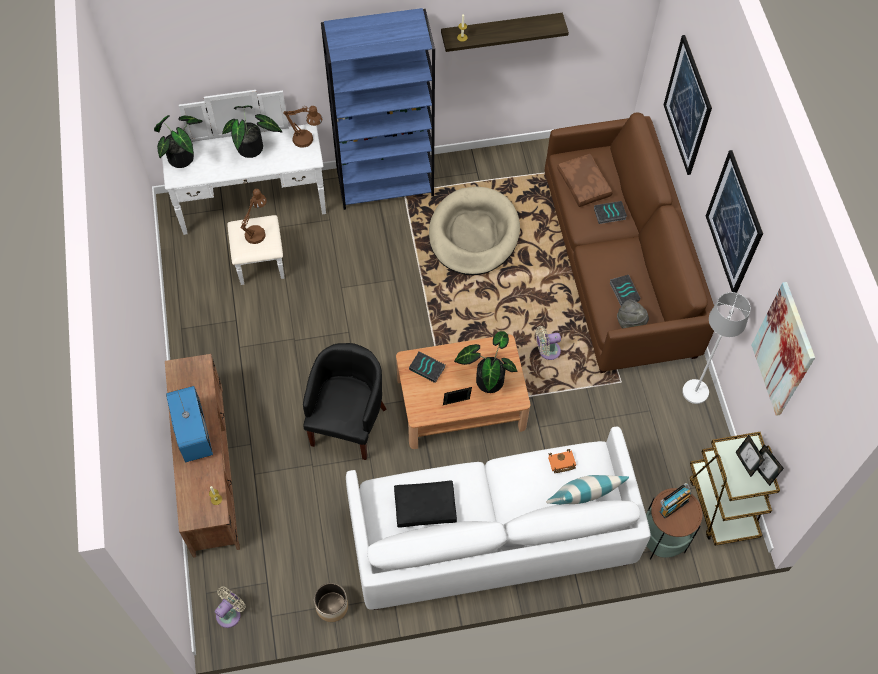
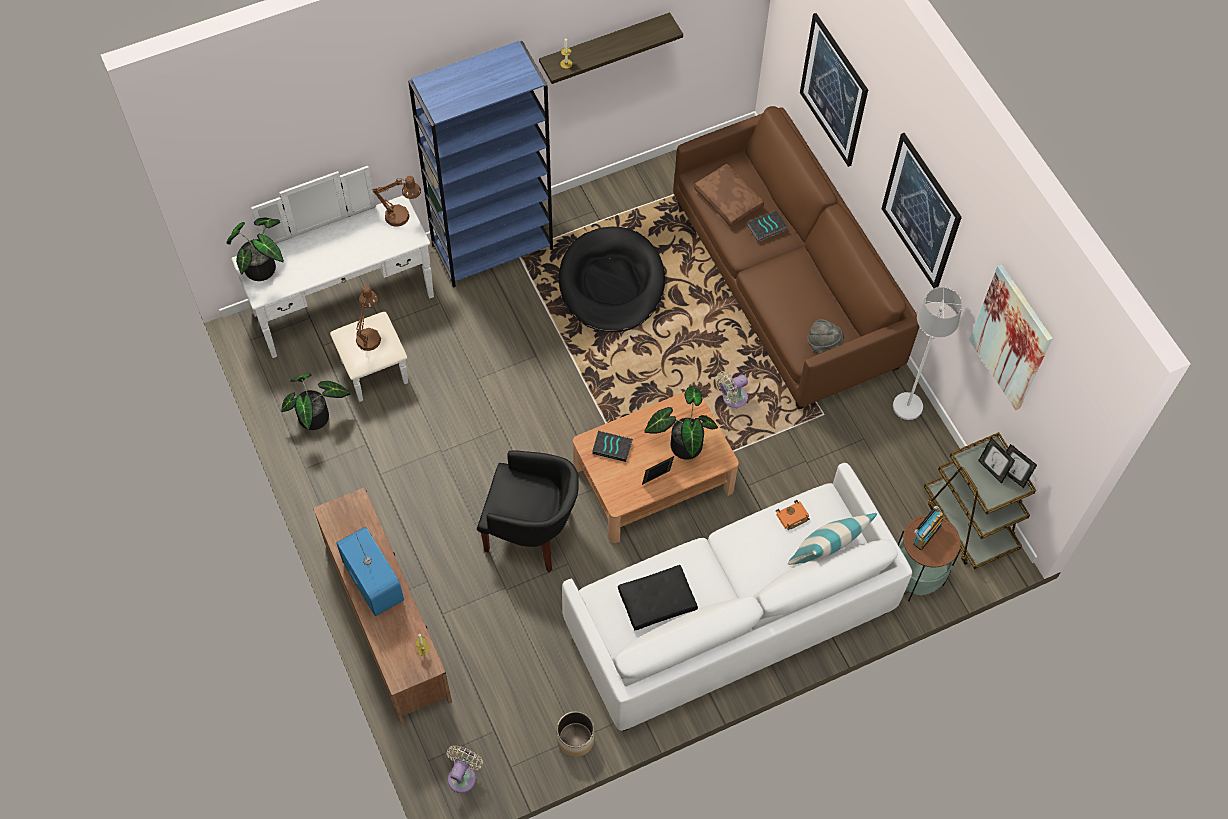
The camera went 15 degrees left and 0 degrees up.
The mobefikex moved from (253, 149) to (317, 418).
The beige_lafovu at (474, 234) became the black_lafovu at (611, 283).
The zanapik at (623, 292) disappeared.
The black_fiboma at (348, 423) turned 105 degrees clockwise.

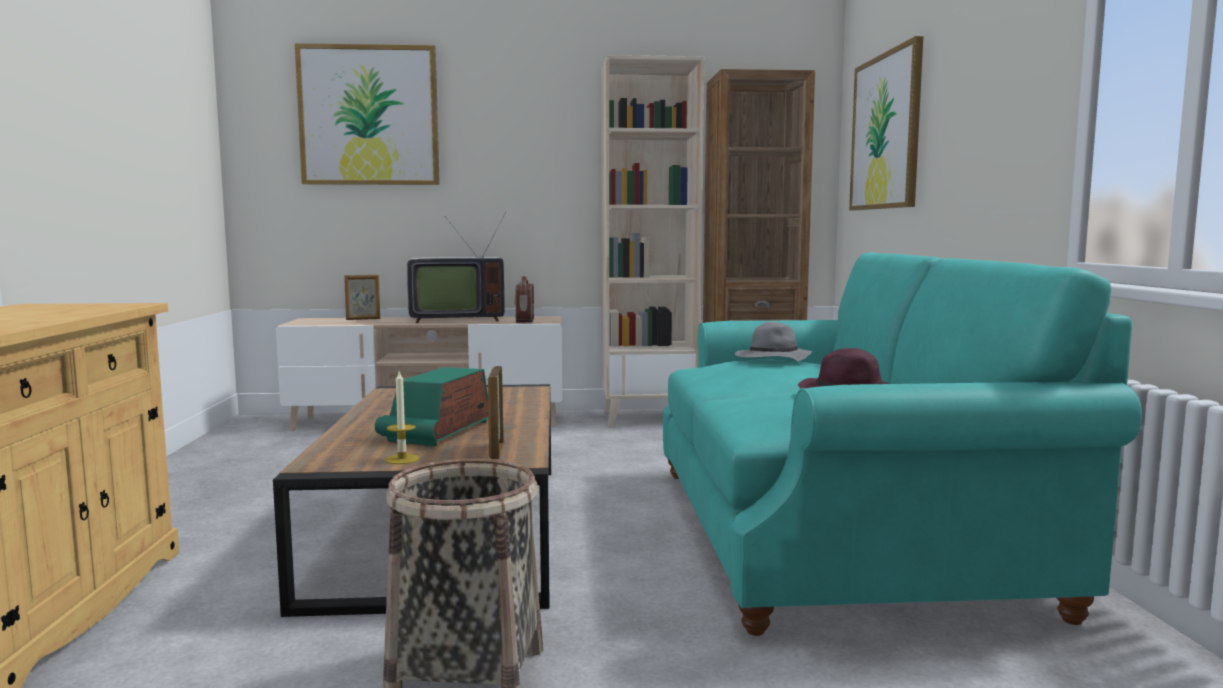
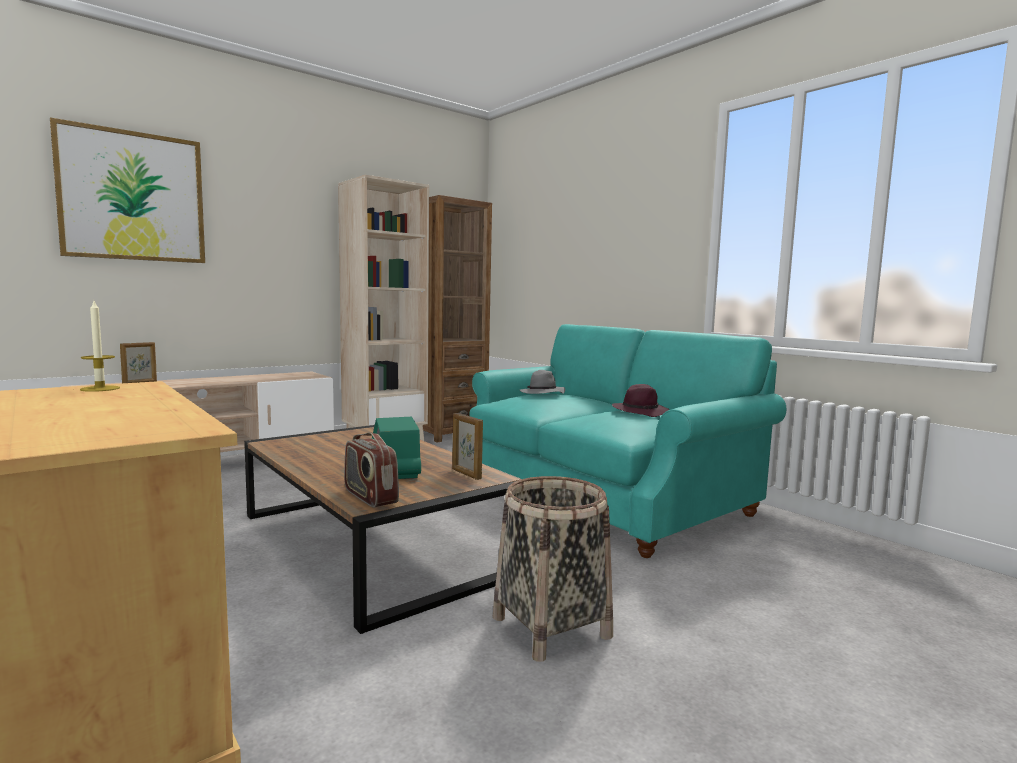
The camera went 35 degrees left and 0 degrees up.
The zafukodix at (886, 132) disappeared.
The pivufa at (455, 319) disappeared.
The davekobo moved from (524, 320) to (370, 497).
The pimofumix moved from (402, 459) to (100, 389).

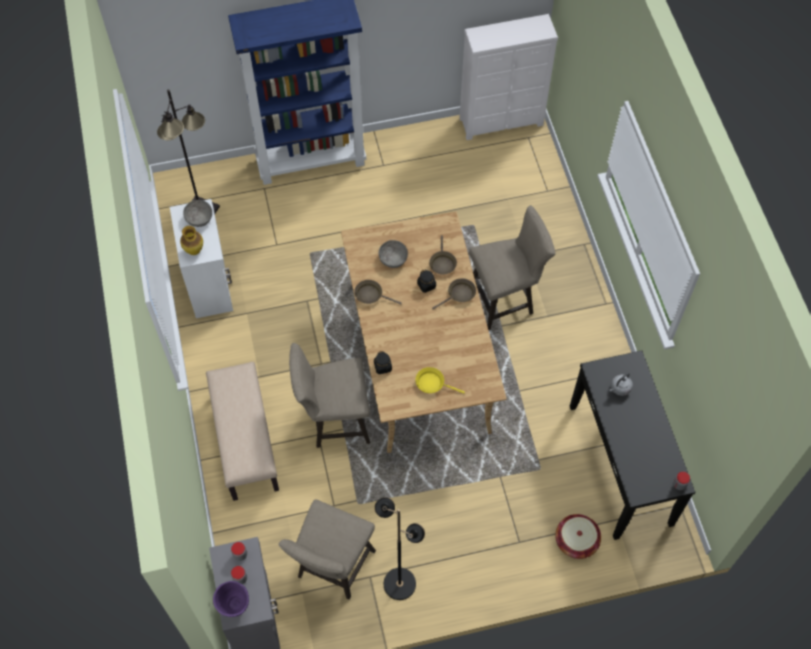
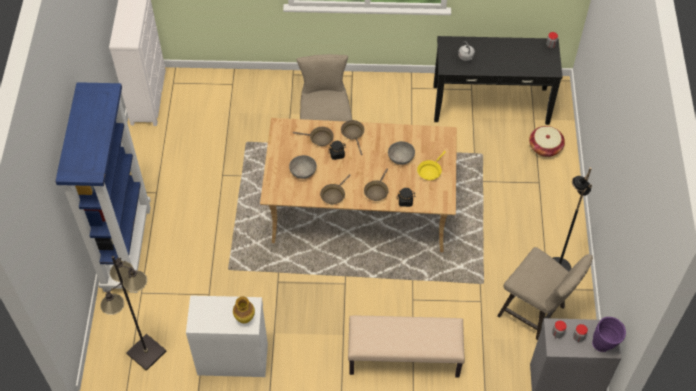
The camera went 75 degrees left and 5 degrees down.
The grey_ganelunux moved from (199, 218) to (401, 157).
The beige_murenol at (334, 420) disappeared.
The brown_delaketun at (376, 191) appeared.

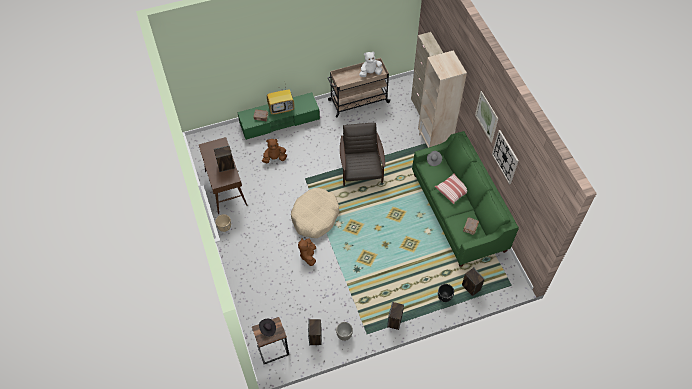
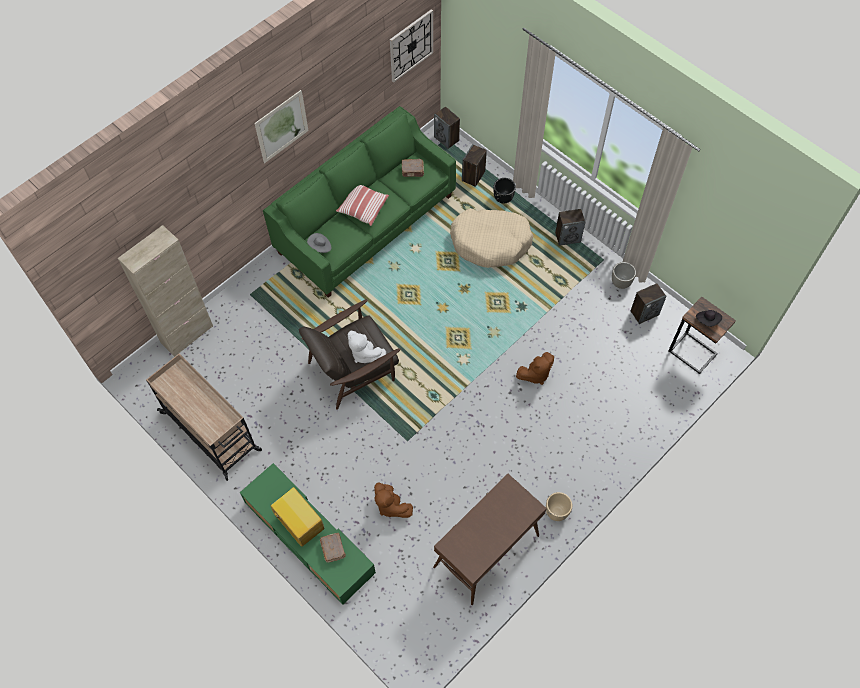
The camera went 115 degrees left and 5 degrees up.
The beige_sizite at (434, 141) disappeared.
The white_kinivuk moved from (370, 73) to (364, 354).
The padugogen moved from (505, 157) to (411, 45).
The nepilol moved from (226, 166) to (446, 139).
The beige_lafovu moved from (315, 217) to (490, 242).

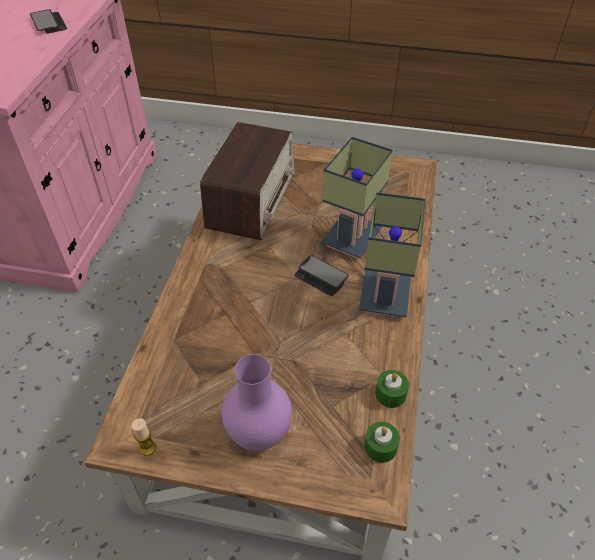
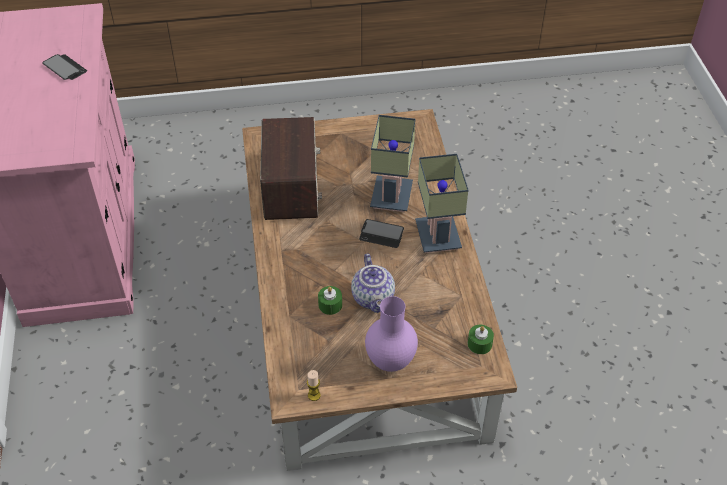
The camera went 20 degrees left and 0 degrees up.
The green_pimofumix moved from (390, 394) to (330, 305).
The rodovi at (374, 298) appeared.

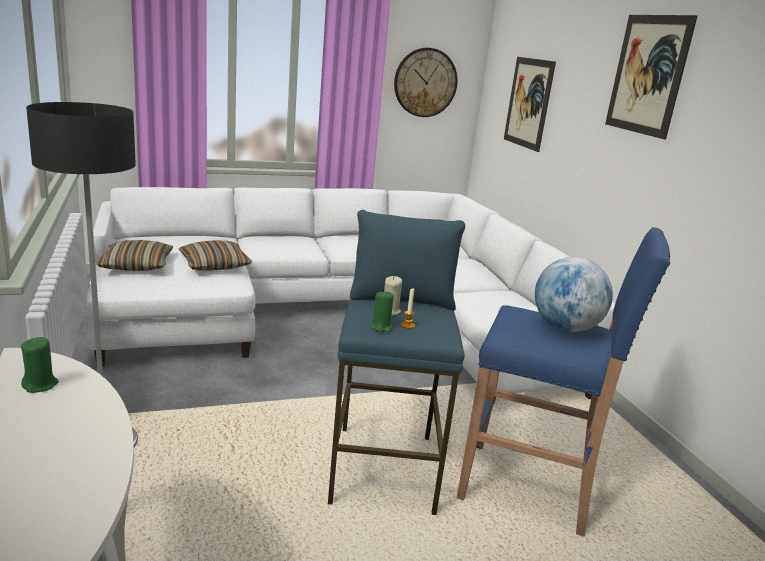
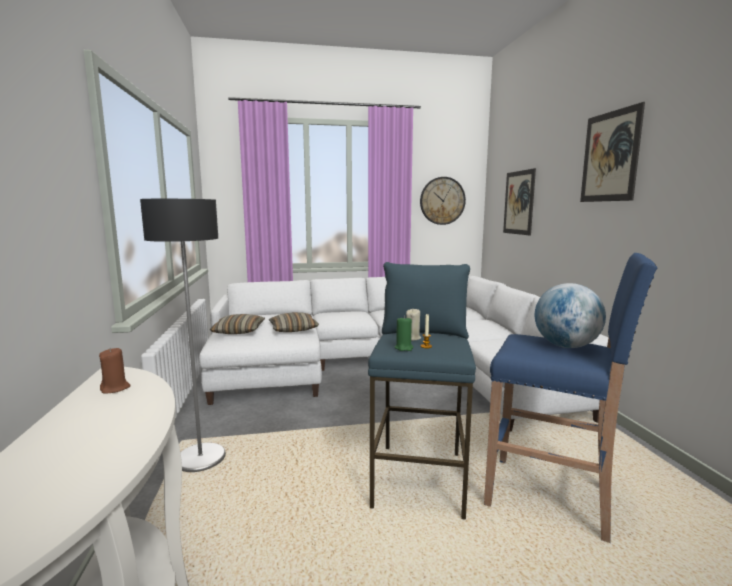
The camera went 10 degrees right and 10 degrees down.
The green_pimofumix at (40, 385) became the brown_pimofumix at (115, 388).

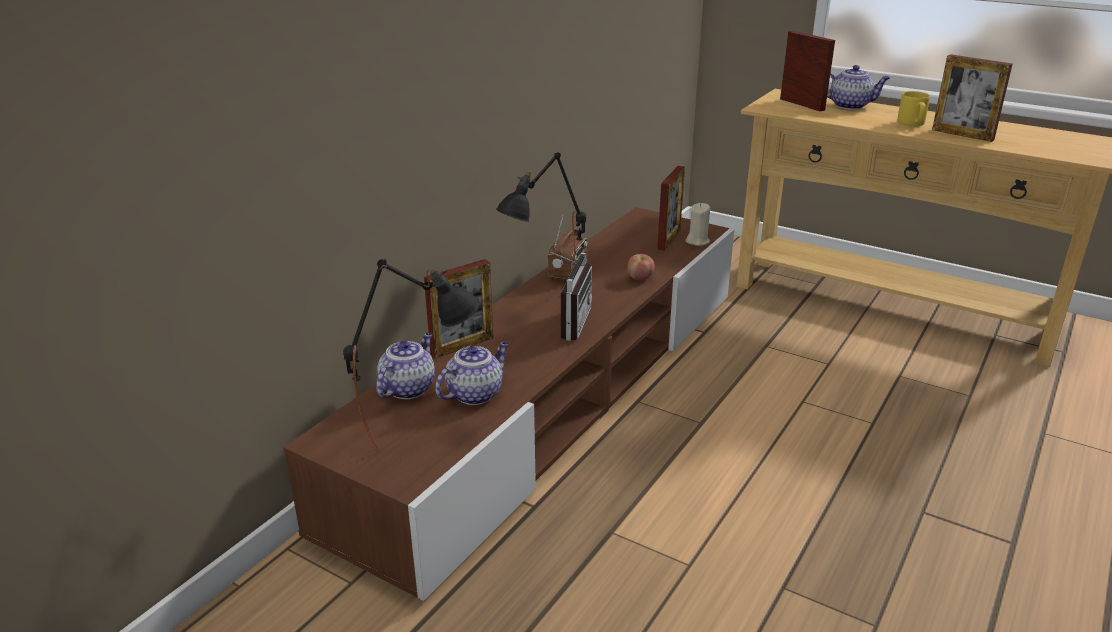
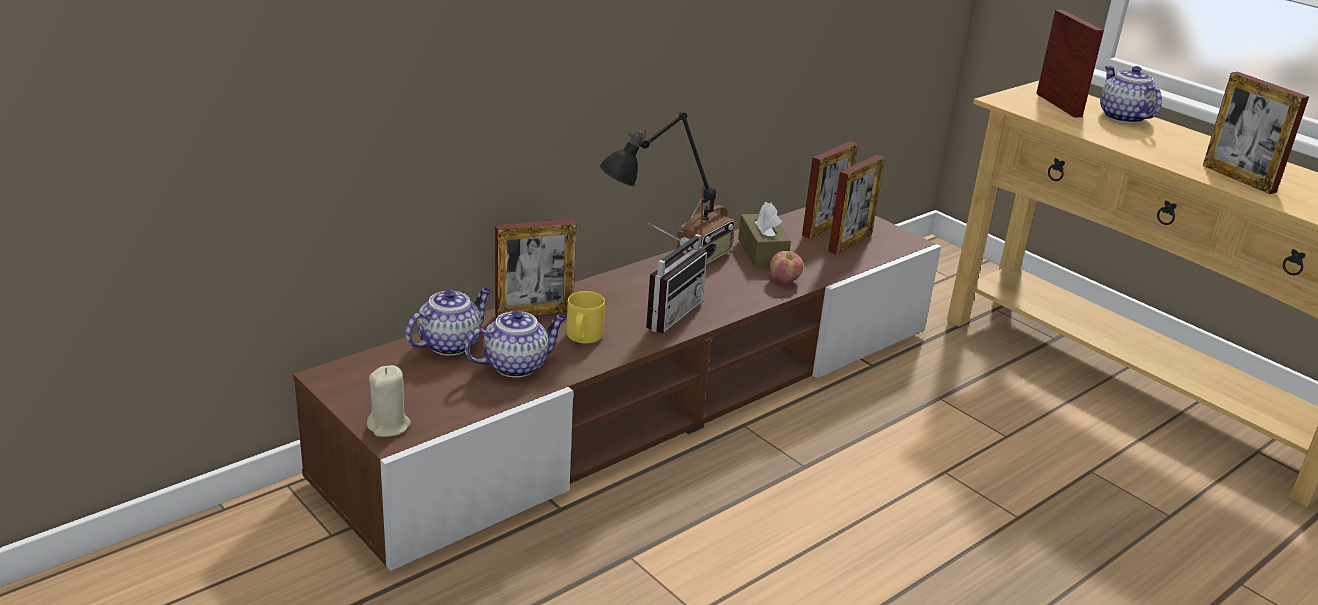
The camera went 15 degrees right and 0 degrees up.
The rodovi at (850, 105) turned 135 degrees counterclockwise.
The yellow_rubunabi moved from (912, 124) to (583, 337).
The beige_pimofumix moved from (697, 241) to (389, 426).
The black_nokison at (421, 437) disappeared.
The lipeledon at (824, 227) appeared.
The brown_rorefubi at (762, 252) appeared.

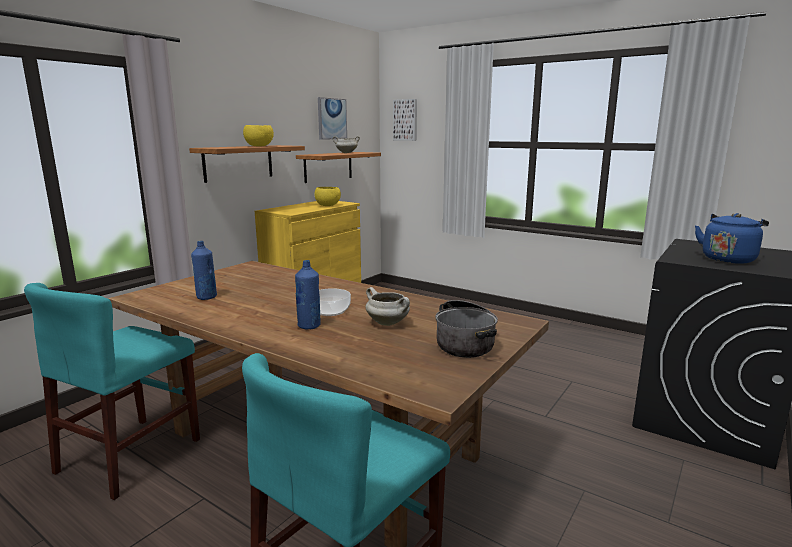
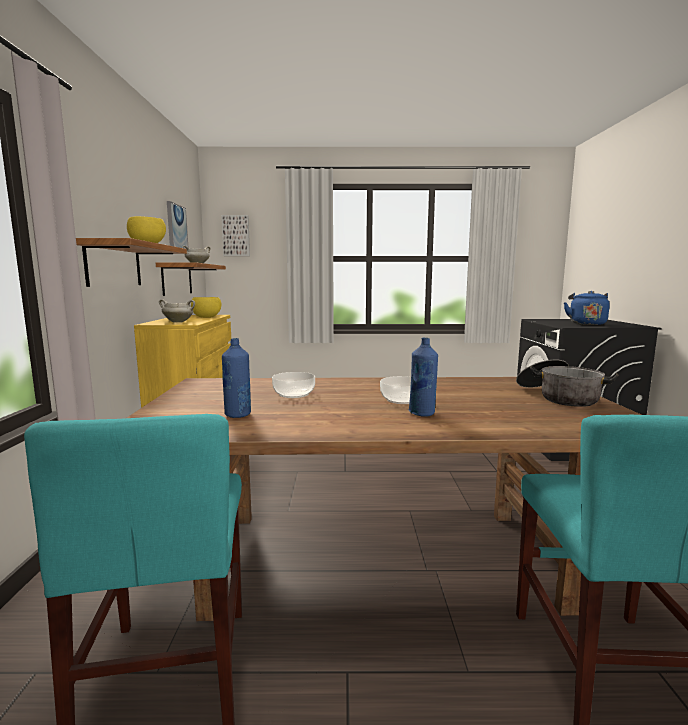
The camera went 35 degrees left and 5 degrees down.
The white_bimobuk moved from (388, 323) to (179, 322).
The ganelunux at (294, 394) appeared.

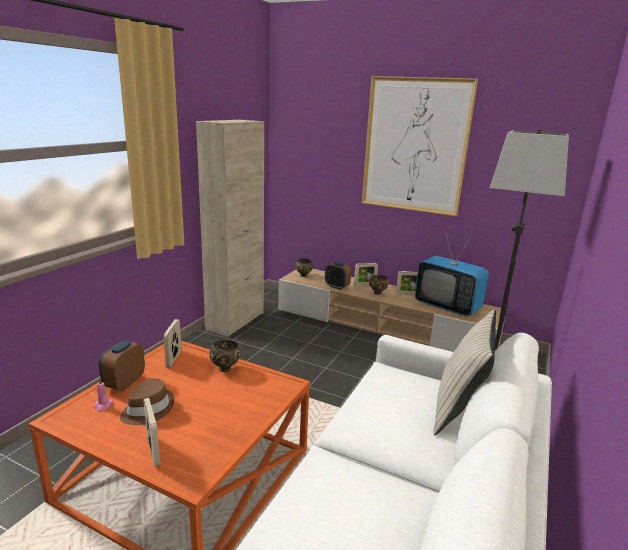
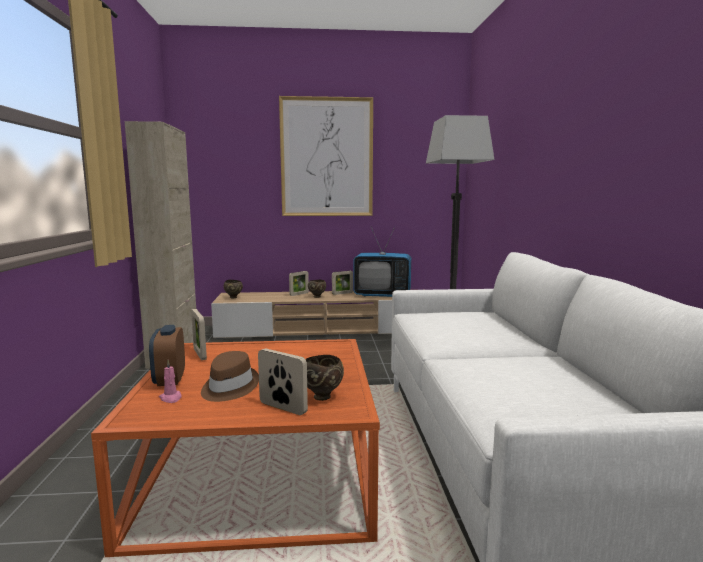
The camera went 30 degrees left and 10 degrees down.
The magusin at (336, 287) disappeared.
The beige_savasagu at (459, 408) disappeared.
The brown_ganelunux moved from (225, 368) to (322, 396).

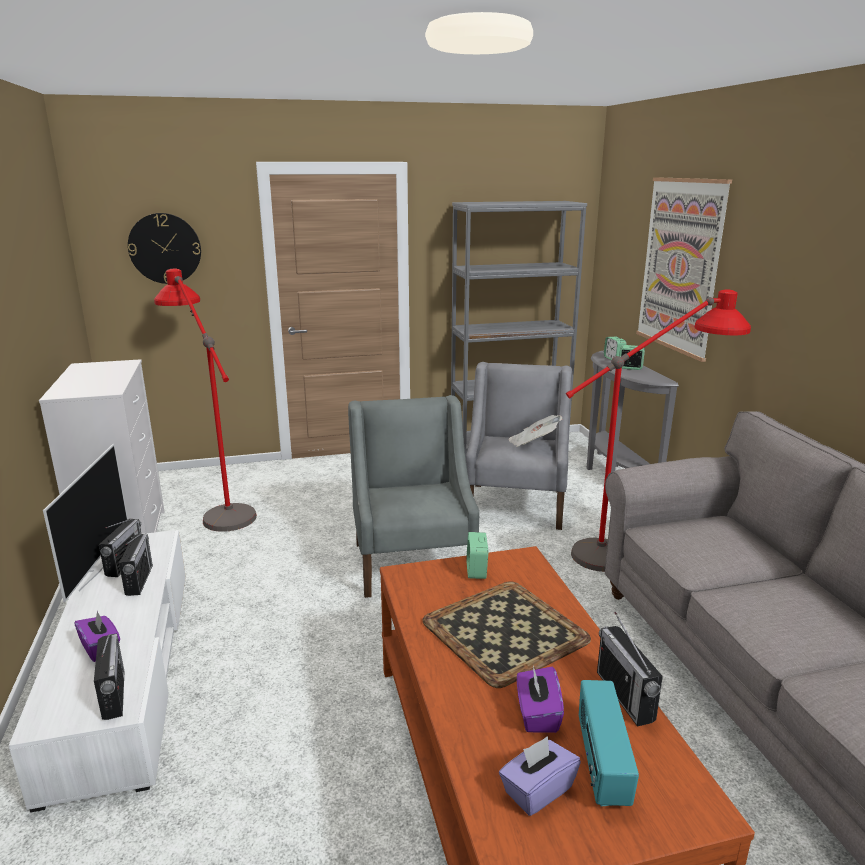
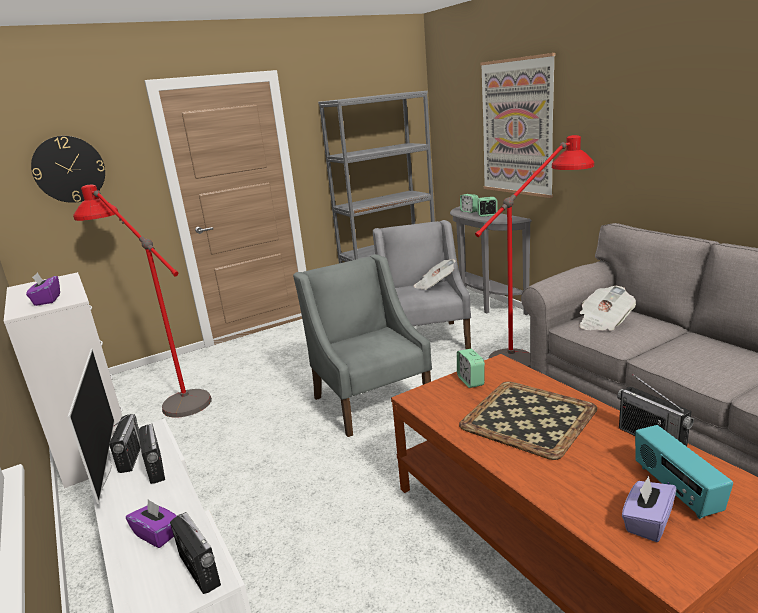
The camera went 15 degrees left and 0 degrees up.
The purple_rorefubi moved from (537, 714) to (47, 300).
The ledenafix at (603, 322) appeared.

